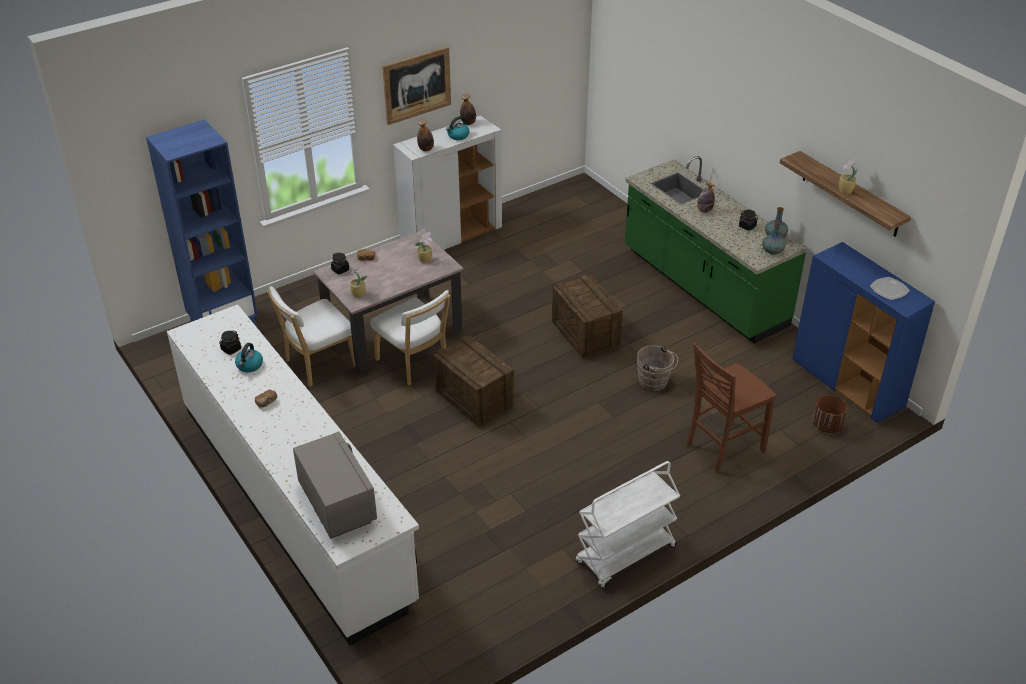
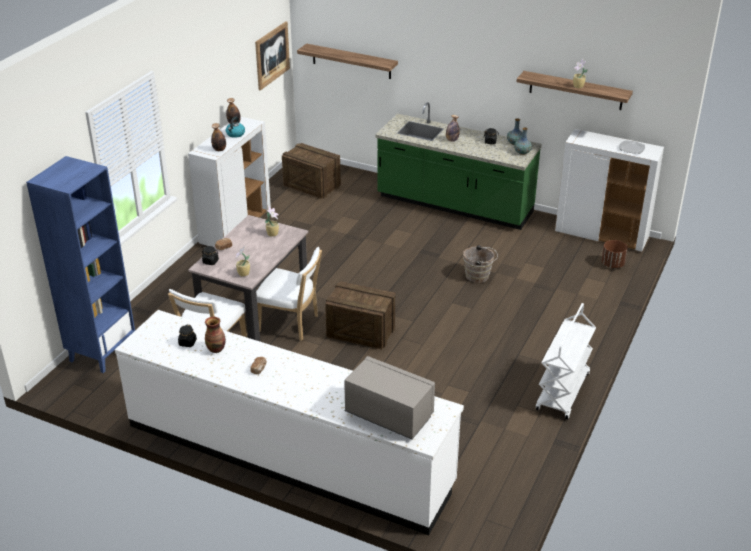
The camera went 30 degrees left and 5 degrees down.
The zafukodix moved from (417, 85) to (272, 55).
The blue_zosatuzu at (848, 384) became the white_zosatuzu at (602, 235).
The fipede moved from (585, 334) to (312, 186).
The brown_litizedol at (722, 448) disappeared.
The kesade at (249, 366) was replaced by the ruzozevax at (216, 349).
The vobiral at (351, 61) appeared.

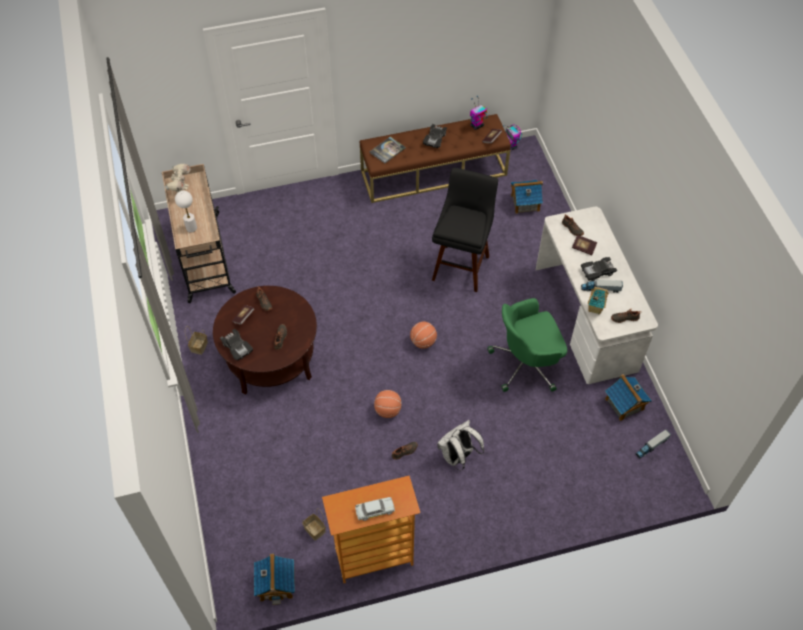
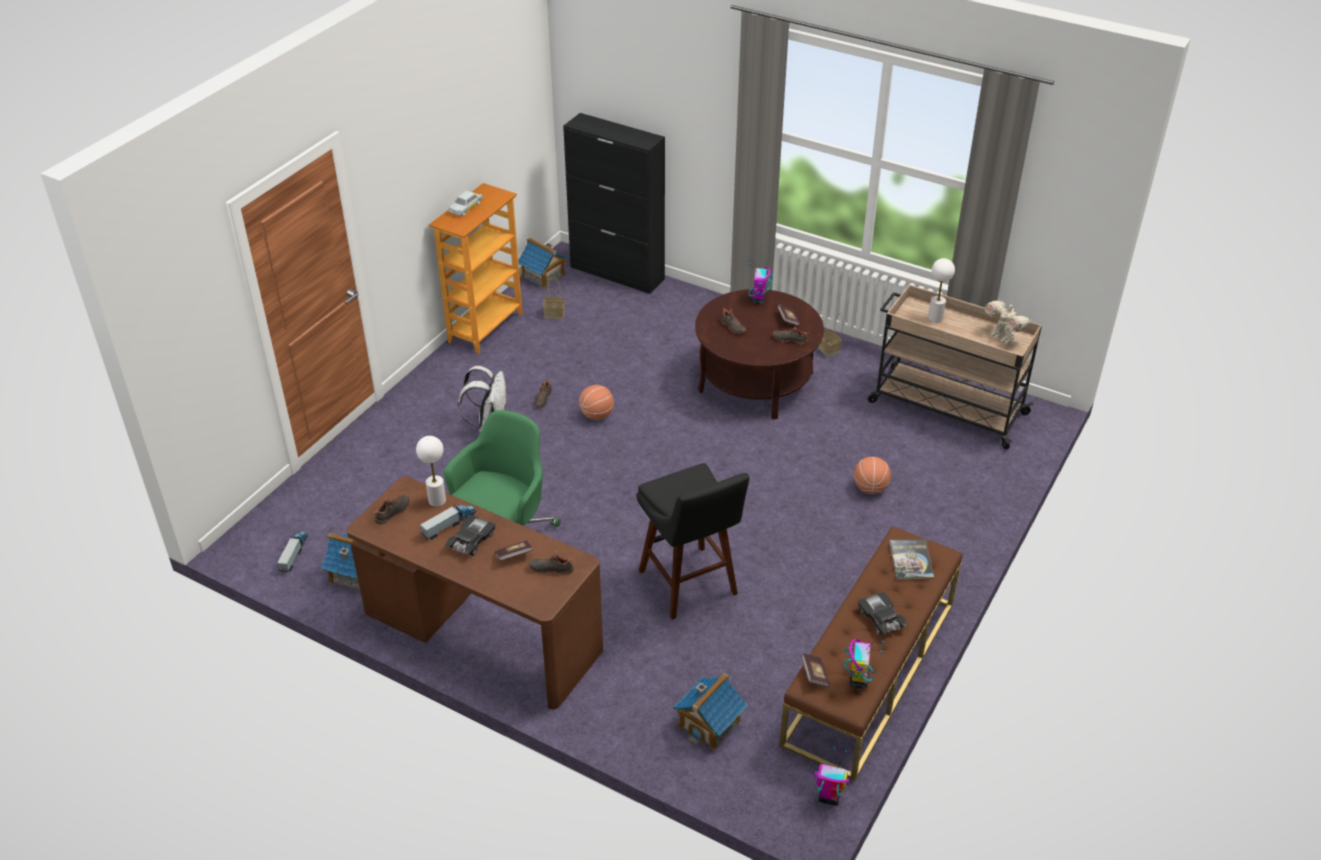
The camera went 135 degrees right and 15 degrees down.
The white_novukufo at (586, 317) became the brown_novukufo at (482, 633).
The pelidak at (594, 308) was replaced by the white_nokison at (437, 501).
The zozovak moved from (423, 341) to (870, 488).
The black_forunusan at (237, 347) was replaced by the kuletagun at (758, 300).
The black_zosatuzu at (617, 273) appeared.

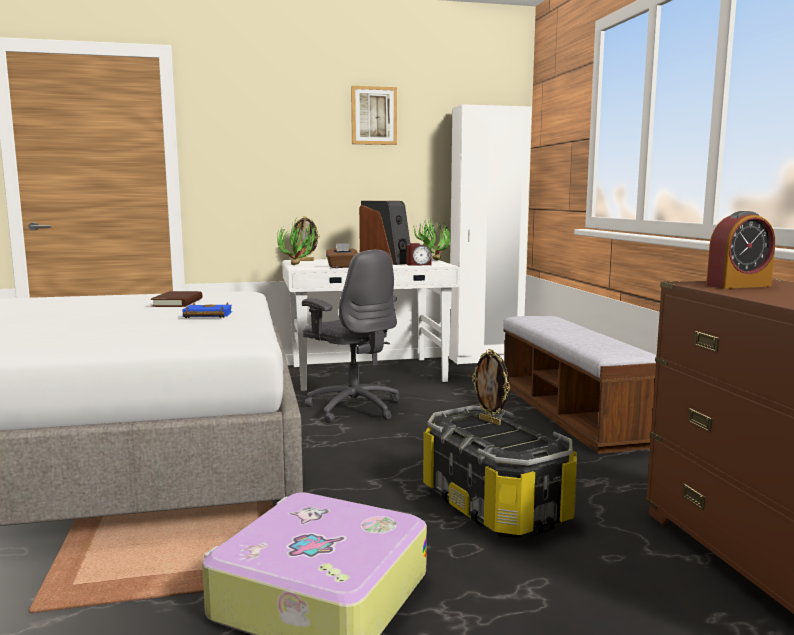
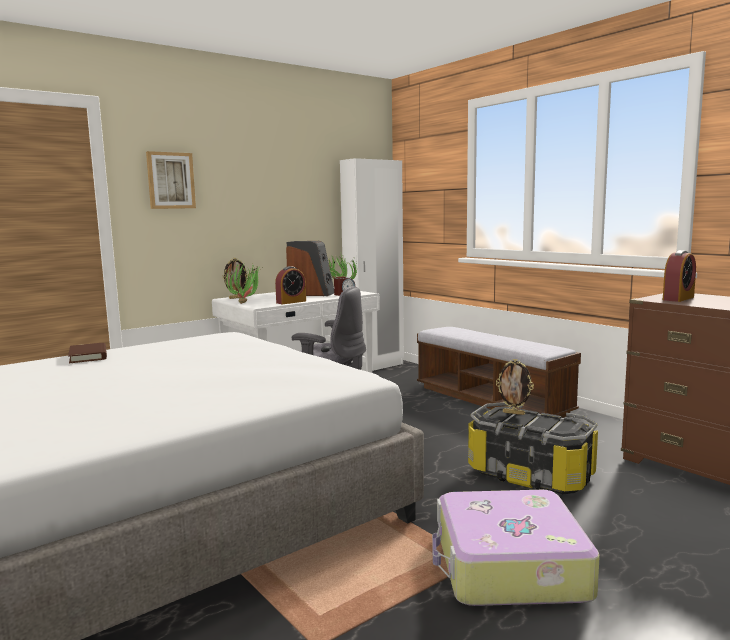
The camera went 25 degrees left and 0 degrees up.
The zafukodix moved from (374, 116) to (170, 180).
The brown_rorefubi at (342, 267) was replaced by the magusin at (291, 302).
The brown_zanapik moved from (177, 302) to (88, 356).
The blue_zanapik at (206, 315) disappeared.

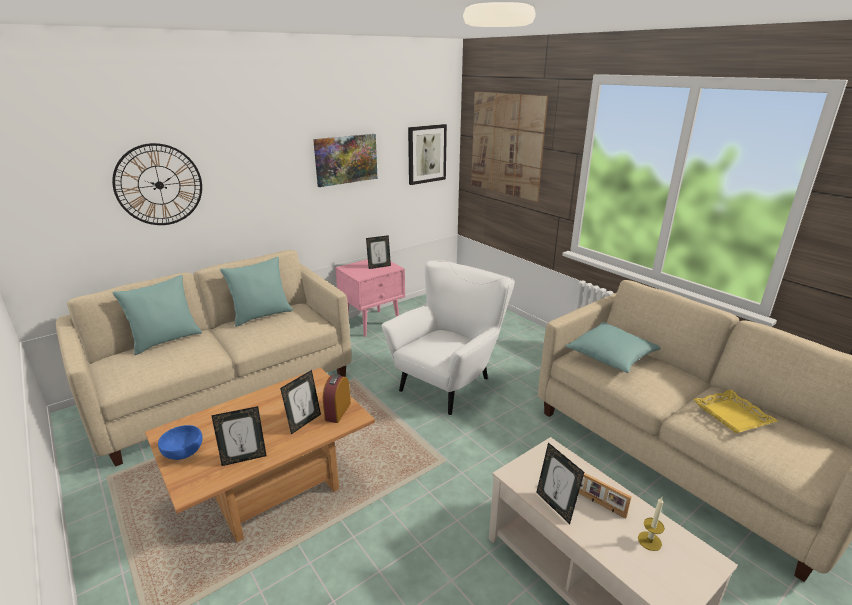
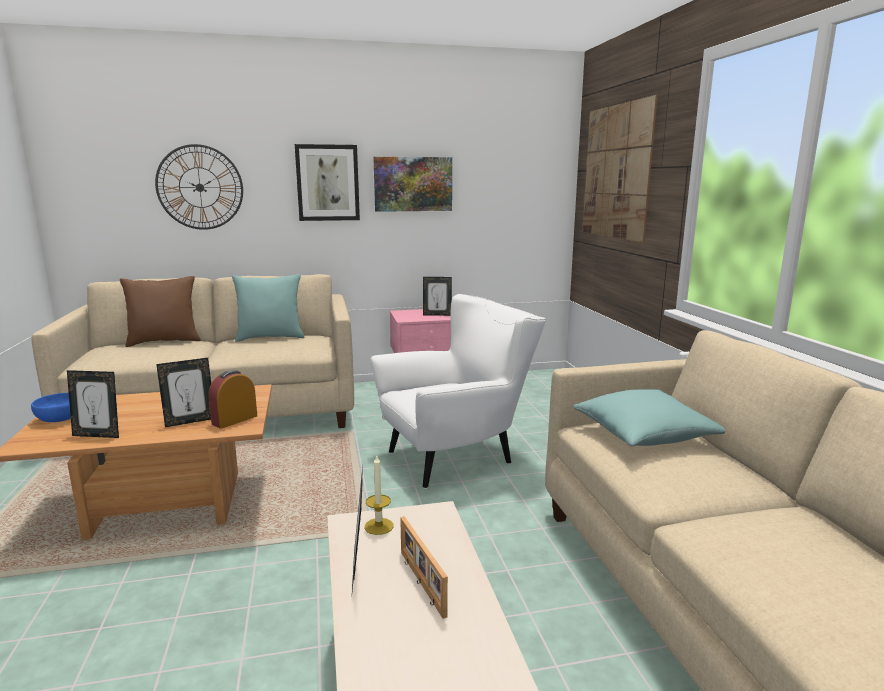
The camera went 25 degrees right and 10 degrees down.
The zafukodix moved from (426, 154) to (327, 183).
The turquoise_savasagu at (166, 340) became the brown_savasagu at (164, 341).
The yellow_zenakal at (731, 415) disappeared.
The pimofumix moved from (649, 541) to (379, 526).

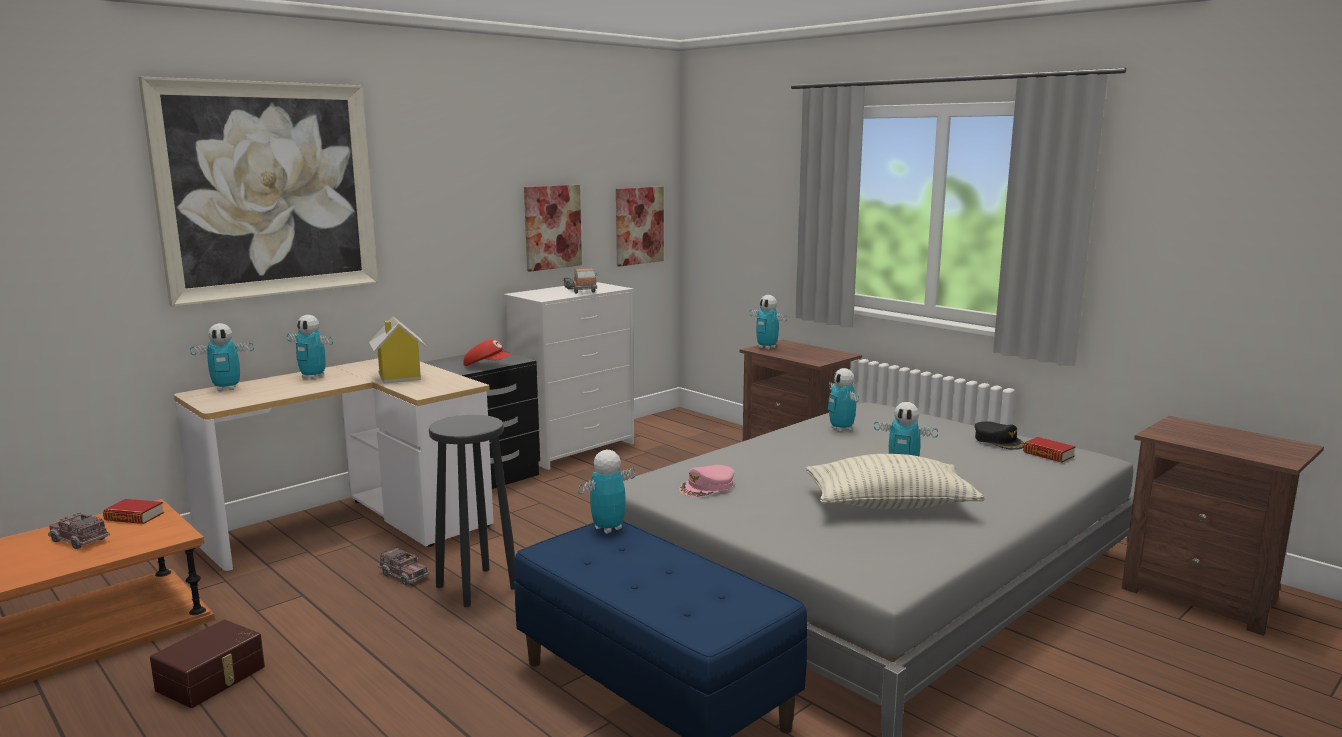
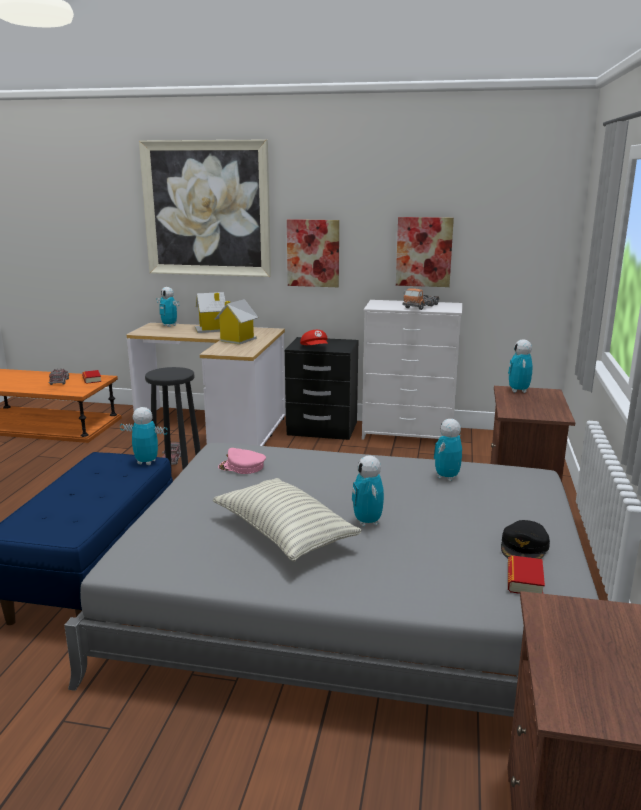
The camera went 55 degrees right and 5 degrees up.
The zafukodix moved from (639, 225) to (313, 253).
The kuletagun at (313, 377) was replaced by the pelidak at (211, 329).
The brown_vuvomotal at (212, 679) disappeared.

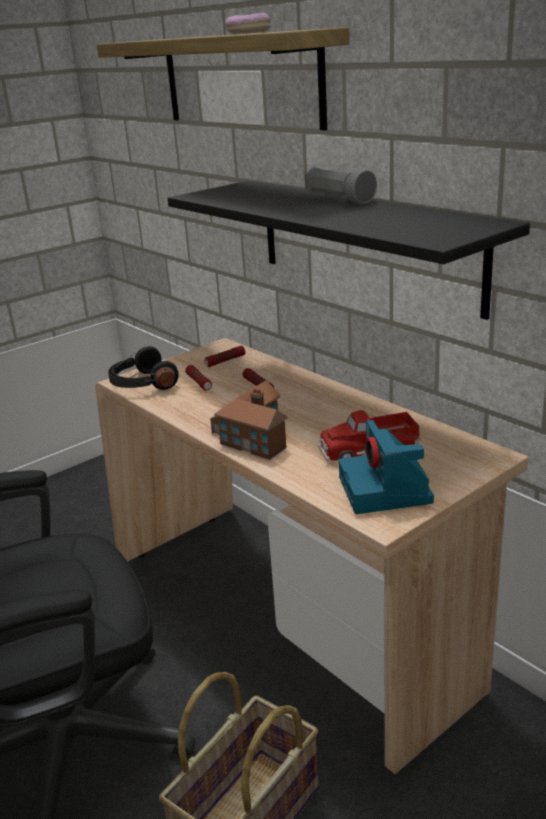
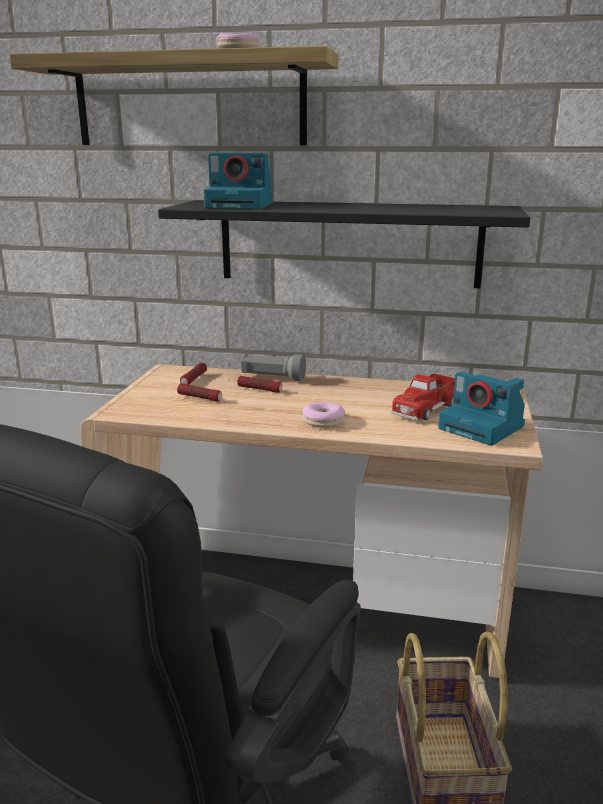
The camera went 40 degrees left and 5 degrees down.
The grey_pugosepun moved from (338, 199) to (272, 378).
The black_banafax at (142, 384) disappeared.
The pelidak at (253, 436) was replaced by the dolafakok at (323, 421).
The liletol at (241, 205) appeared.

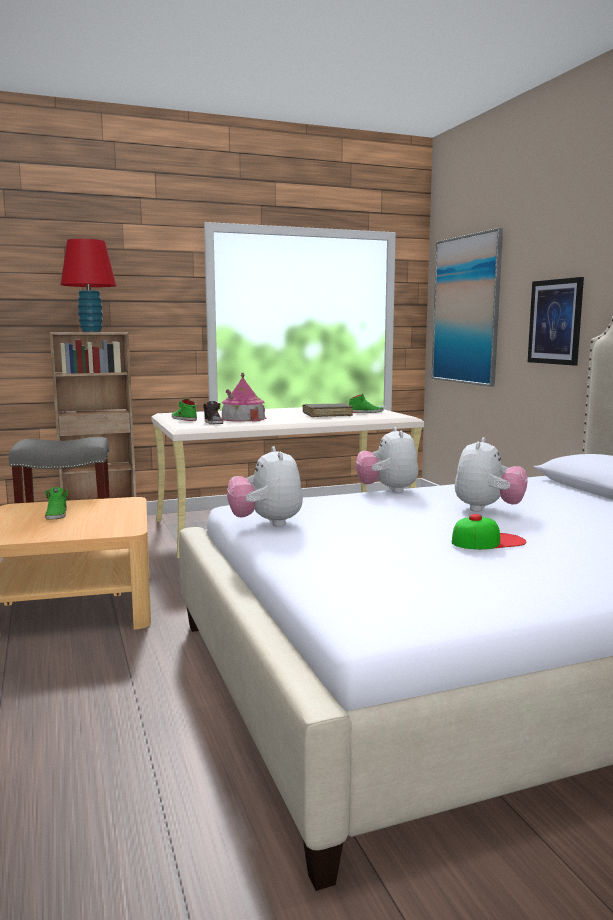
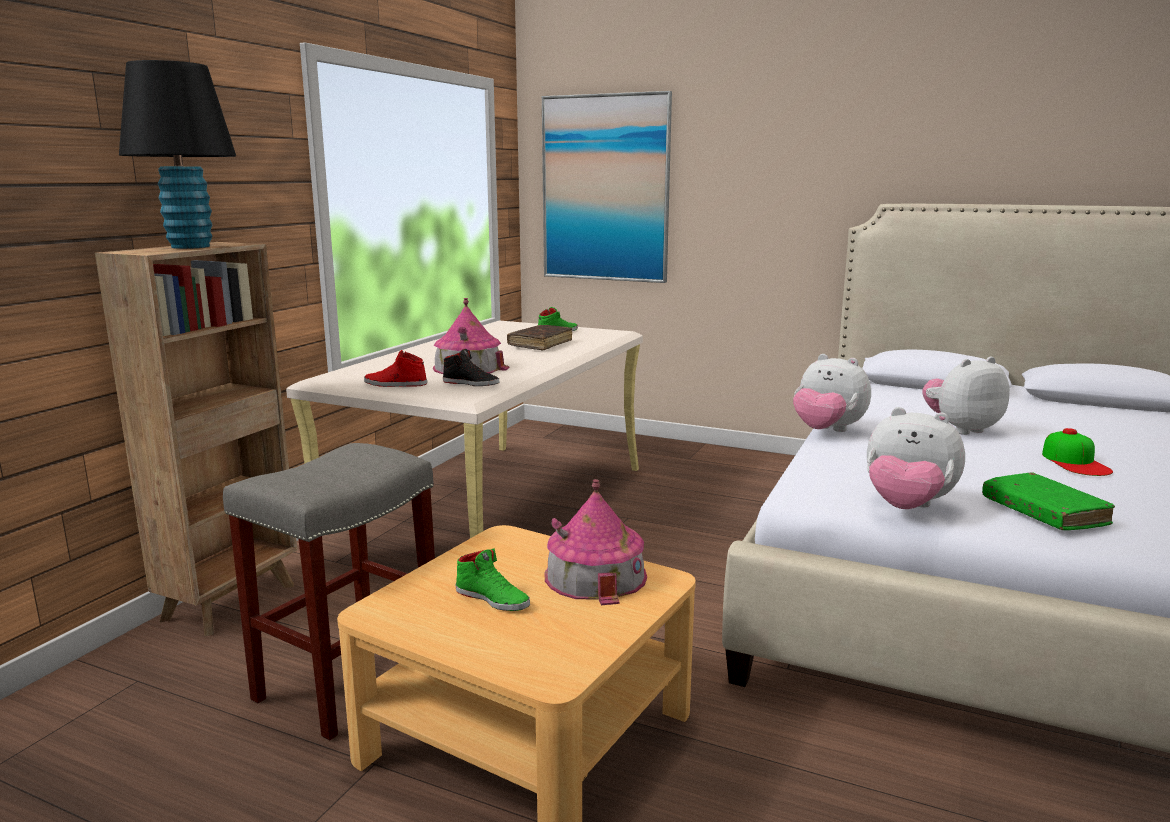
The camera went 45 degrees left and 5 degrees up.
The red_nokison at (91, 331) became the black_nokison at (190, 247).
The zafukodix at (555, 322) disappeared.
The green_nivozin at (183, 419) became the red_nivozin at (395, 384).
The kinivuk at (487, 509) turned 90 degrees counterclockwise.
The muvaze at (488, 541) turned 150 degrees clockwise.
The green_zanapik at (1044, 512) appeared.
The pelidak at (595, 576) appeared.

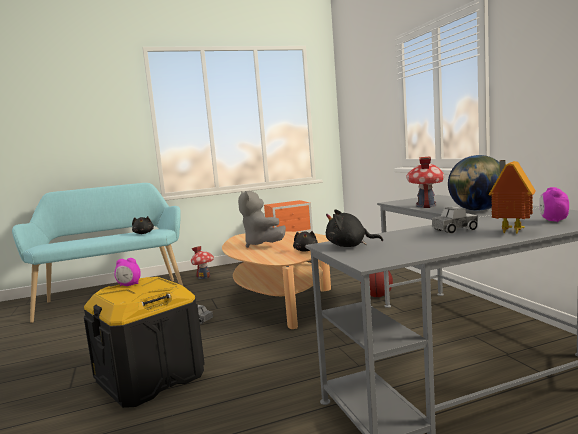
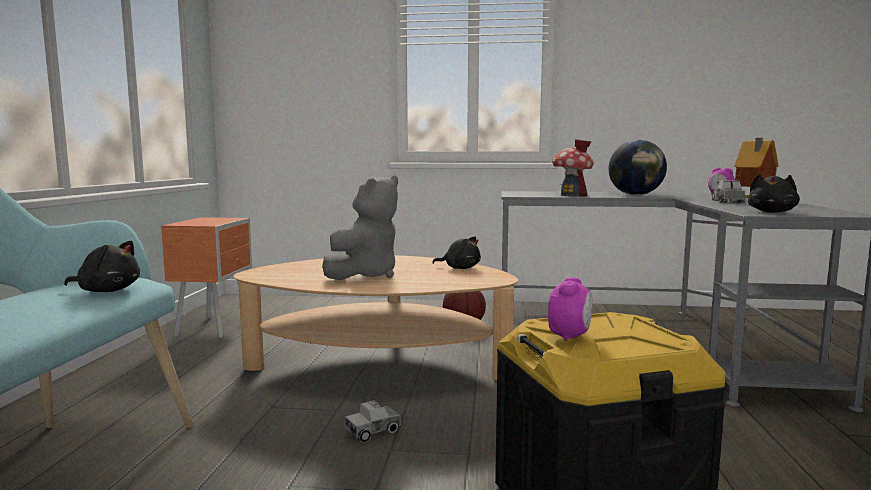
The camera went 65 degrees left and 0 degrees up.
The grey_kinivuk at (262, 244) turned 60 degrees counterclockwise.
The pelidak at (204, 277) disappeared.

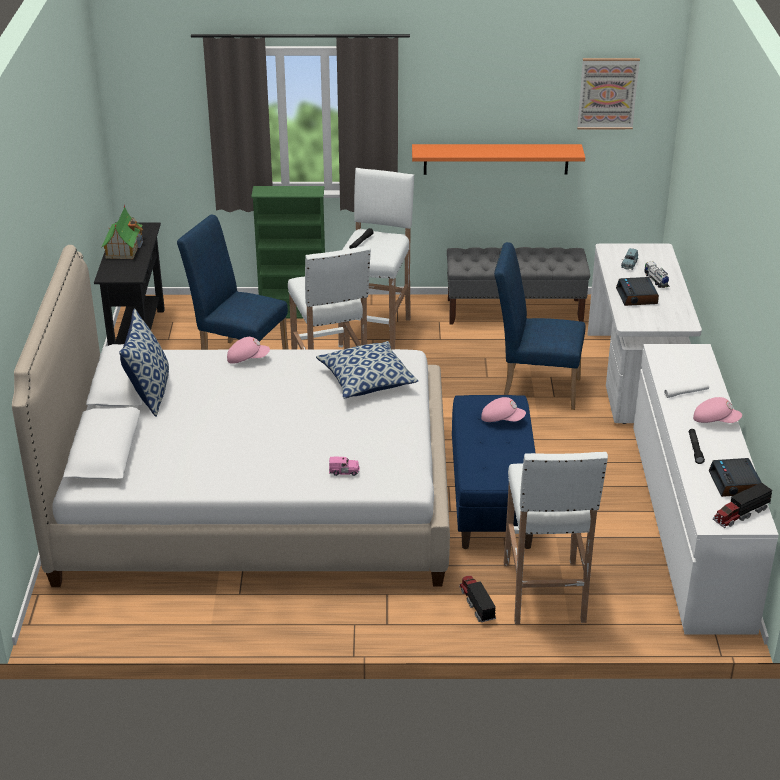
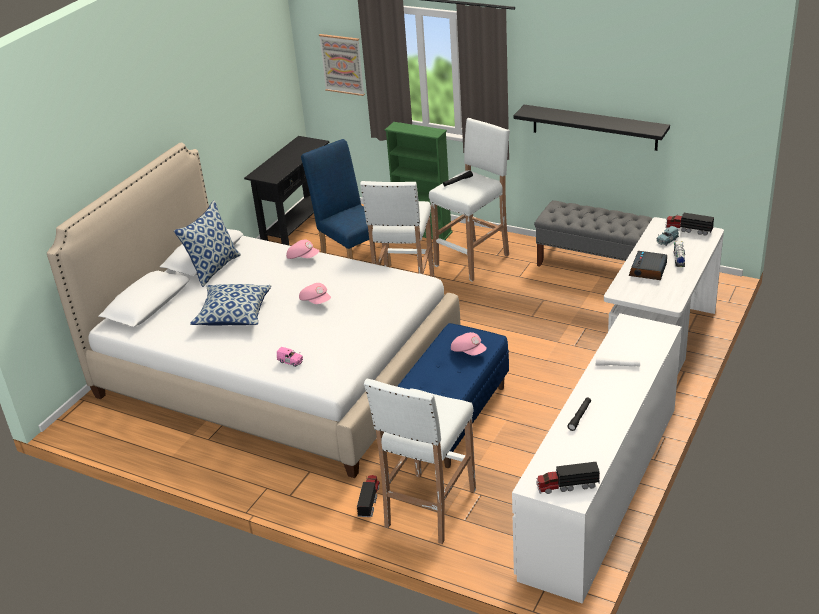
The camera went 30 degrees right and 0 degrees up.
The zafukodix moved from (607, 93) to (342, 64).
The orange_vobiral at (496, 159) became the black_vobiral at (594, 127).
The pelidak at (123, 248) disappeared.
The blue_litizedol at (534, 388) disappeared.
The savasagu moved from (366, 381) to (233, 315).
The pink_muvaze moved from (715, 420) to (316, 301).
The magusin at (735, 483) disappeared.
The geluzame at (688, 229) appeared.

